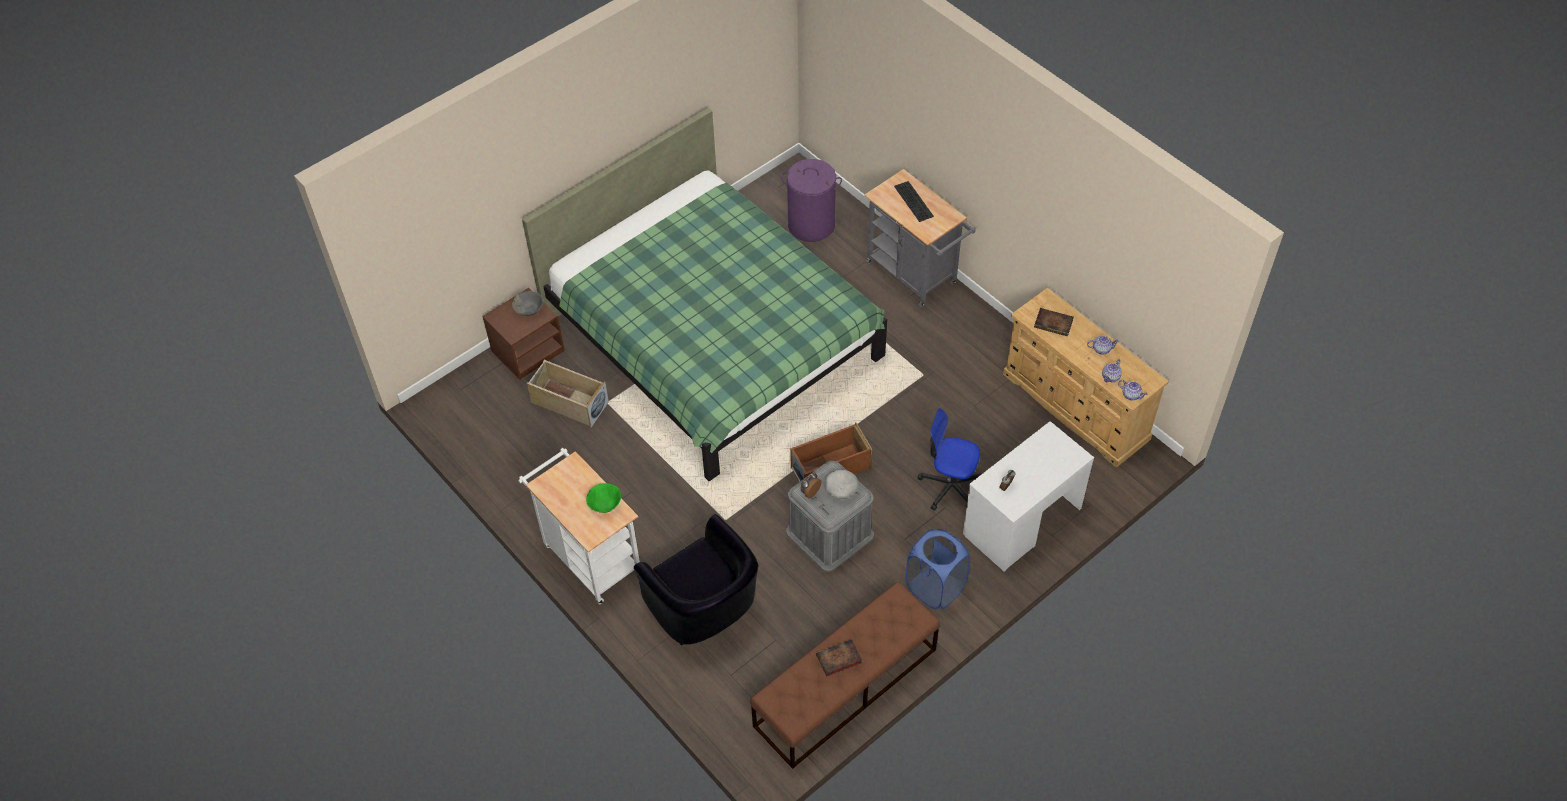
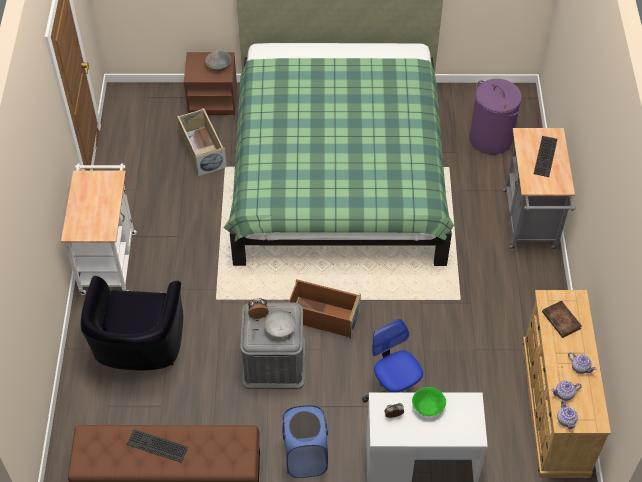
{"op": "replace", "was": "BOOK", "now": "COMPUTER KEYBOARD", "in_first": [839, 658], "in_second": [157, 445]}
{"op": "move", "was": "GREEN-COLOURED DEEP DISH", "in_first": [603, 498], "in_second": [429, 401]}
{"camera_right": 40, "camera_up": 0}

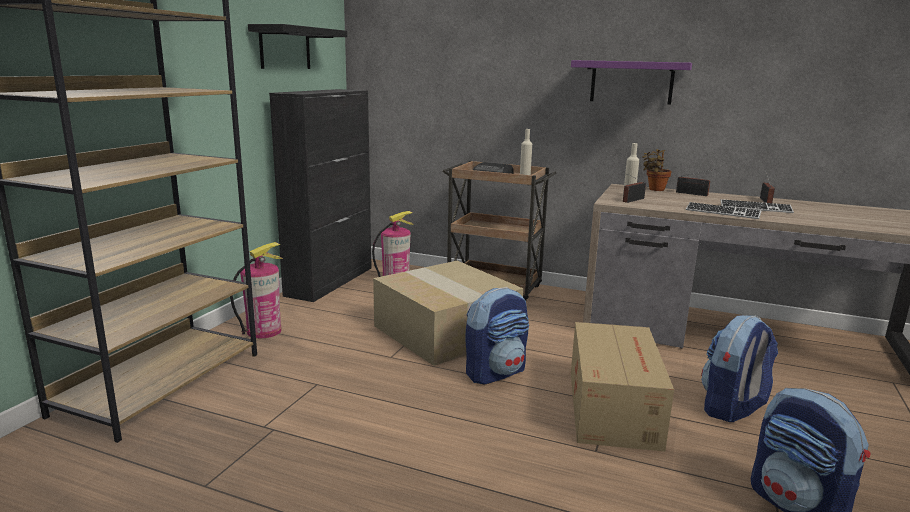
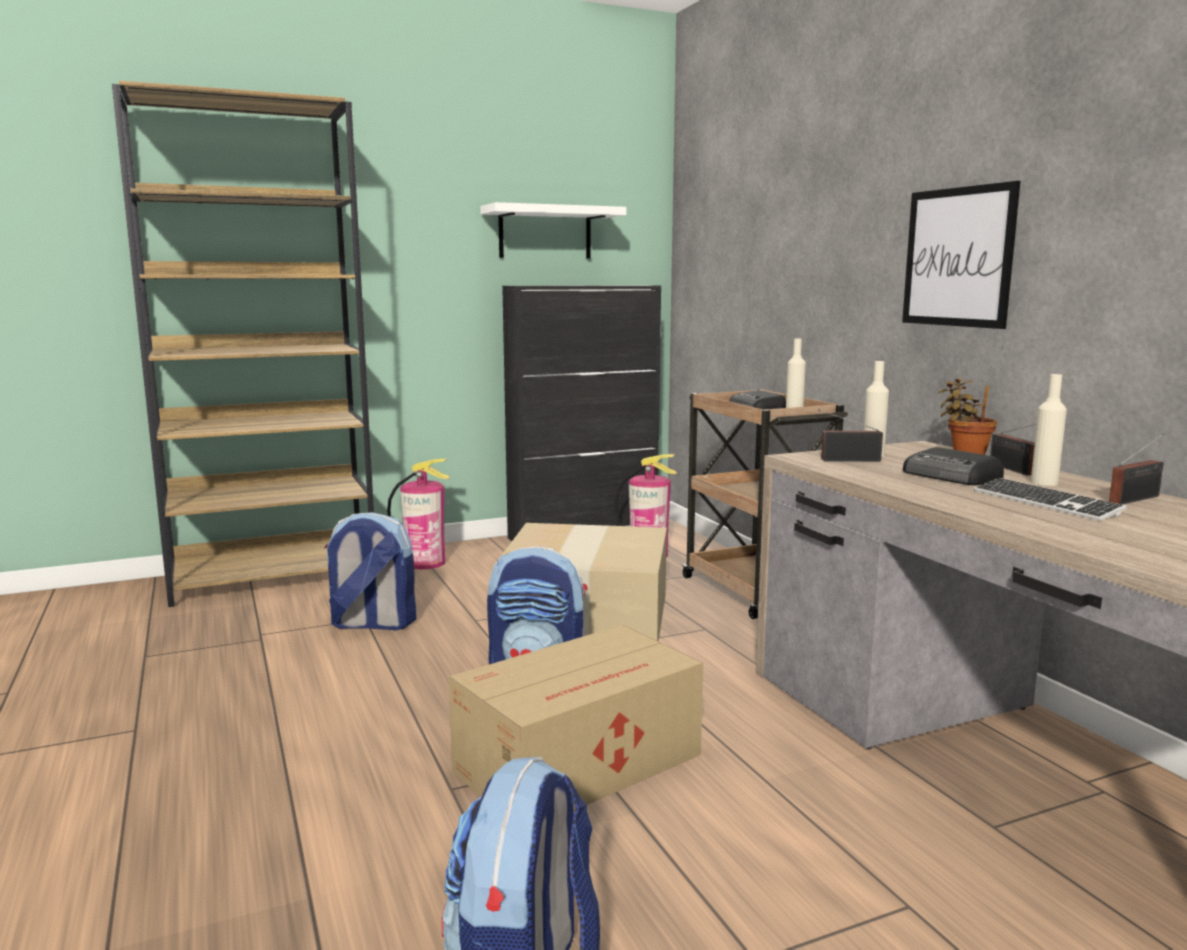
{"op": "move", "was": "BACKPACK", "in_first": [739, 368], "in_second": [370, 571]}
{"op": "recolor", "was": "BLACK-COLOURED SHELF", "now": "WHITISH SHELF", "in_first": [297, 46], "in_second": [553, 230]}
{"op": "replace", "was": "PURPLE-COLOURED SHELF", "now": "PICTURE", "in_first": [631, 82], "in_second": [961, 255]}
{"op": "insert", "now": "RADIO", "in_second": [953, 466]}
{"op": "insert", "now": "SAND-COLOURED BEVERAGE BOTTLE", "in_second": [1049, 430]}
{"op": "delete", "was": "COMPUTER KEYBOARD", "in_first": [723, 210]}
{"camera_right": 45, "camera_up": -5}

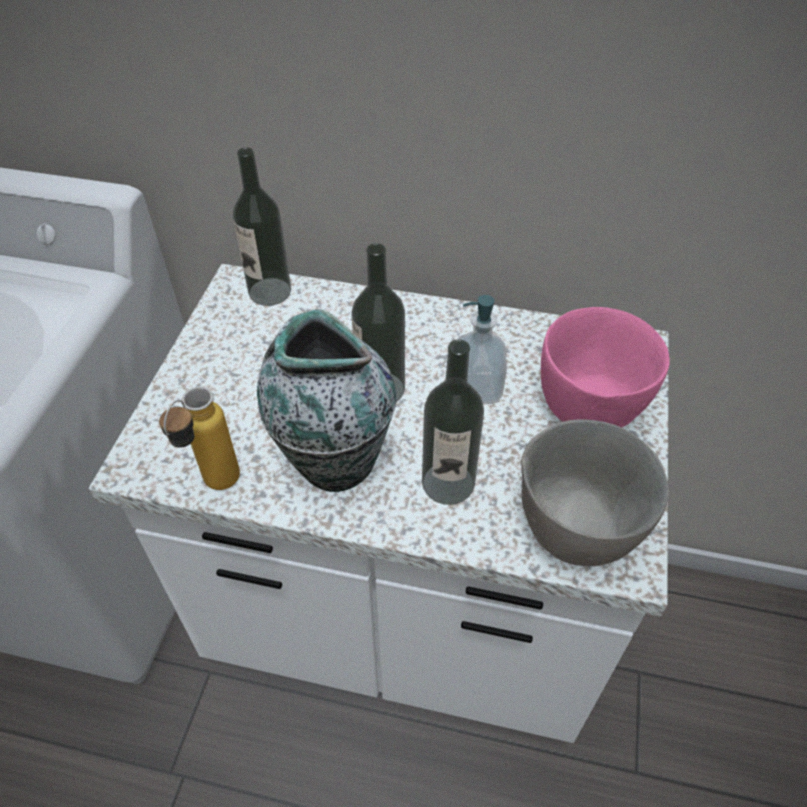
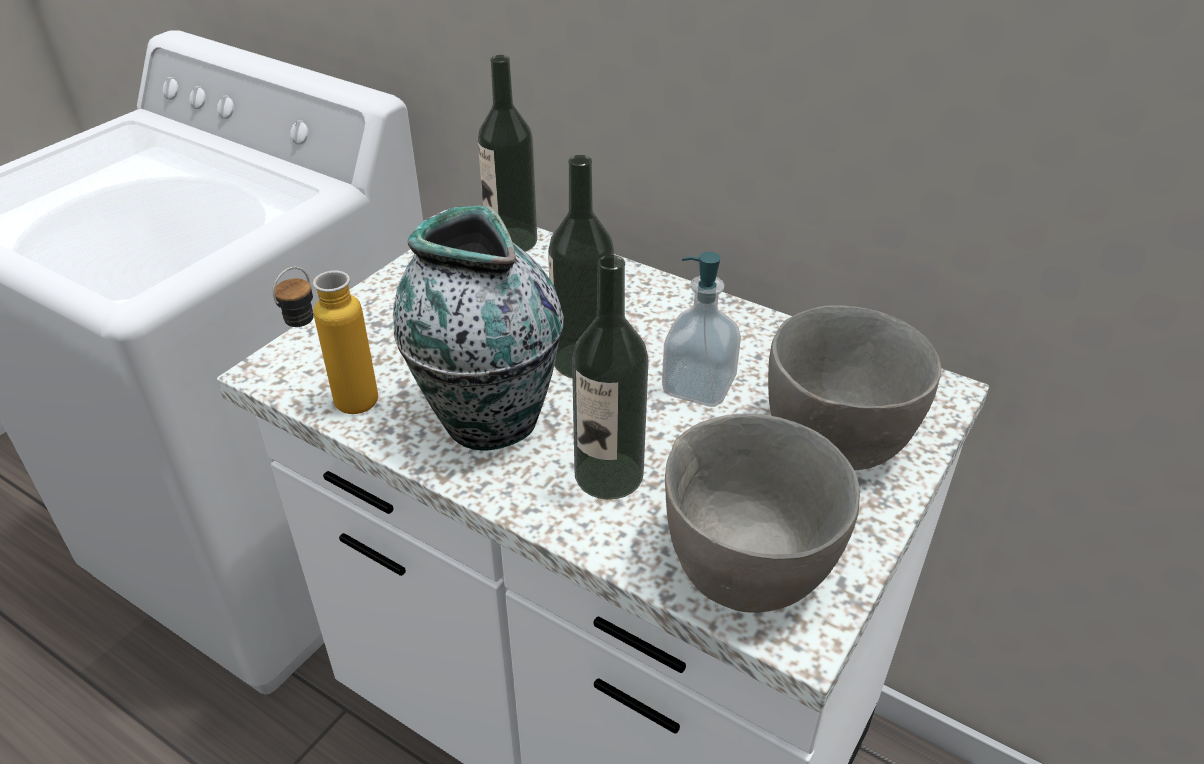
{"op": "recolor", "was": "PINK DEEP DISH", "now": "GREYISH DEEP DISH", "in_first": [605, 367], "in_second": [854, 387]}
{"camera_right": 20, "camera_up": -10}

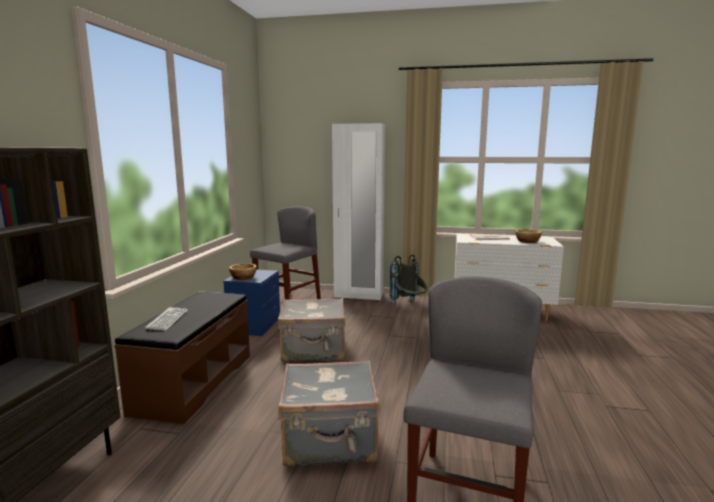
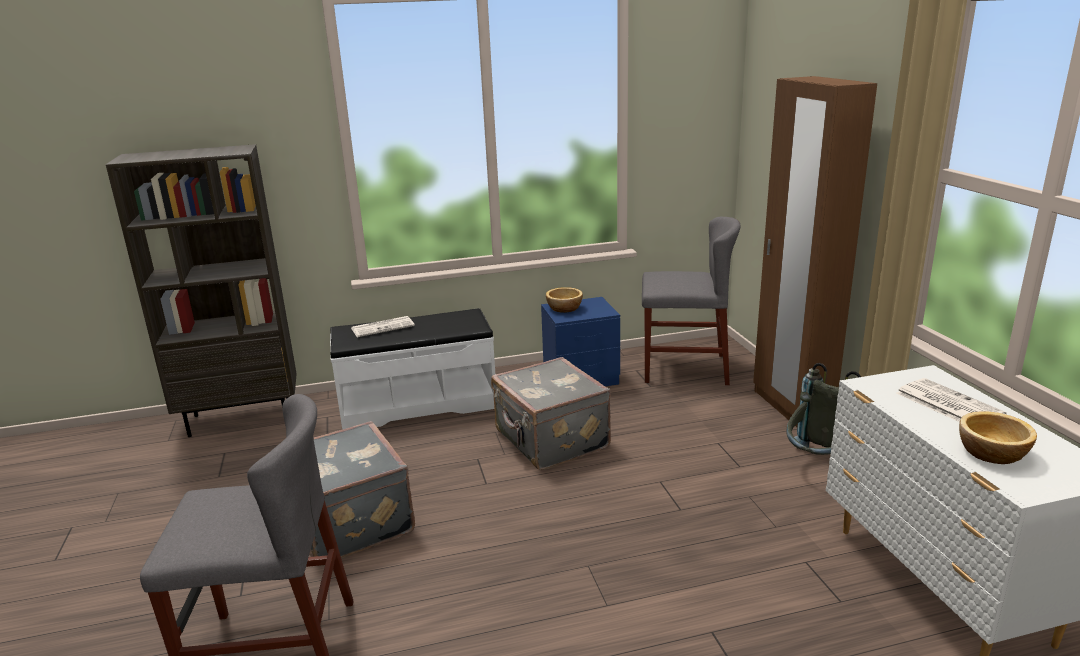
{"op": "recolor", "was": "BROWN-COLOURED BENCH", "now": "WHITISH BENCH", "in_first": [182, 358], "in_second": [412, 369]}
{"op": "replace", "was": "COMPUTER KEYBOARD", "now": "NEWSPAPER", "in_first": [166, 319], "in_second": [383, 326]}
{"op": "recolor", "was": "WHITISH ARMOIRE", "now": "BROWN-COLOURED ARMOIRE", "in_first": [358, 211], "in_second": [815, 251]}
{"camera_right": 65, "camera_up": 10}

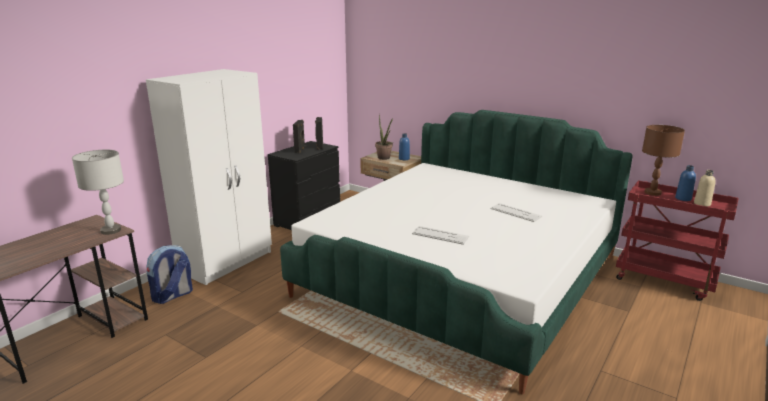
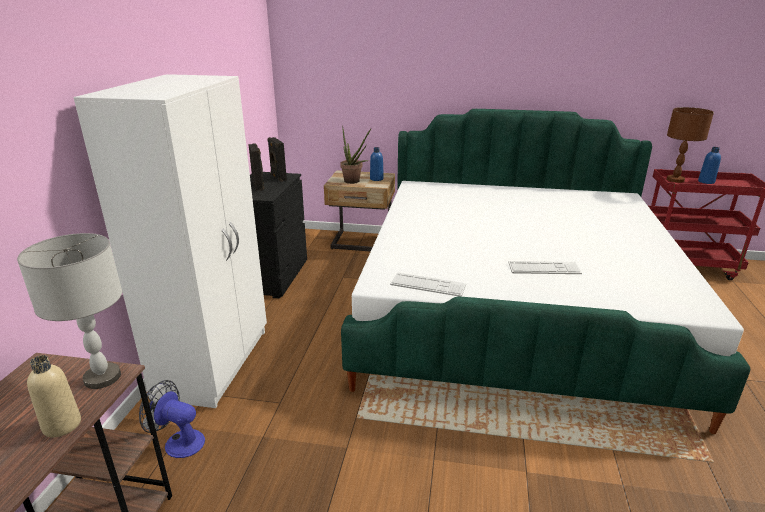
{"op": "move", "was": "SAND-COLOURED BEVERAGE BOTTLE", "in_first": [705, 188], "in_second": [54, 396]}
{"op": "replace", "was": "BACKPACK", "now": "FAN", "in_first": [170, 274], "in_second": [172, 419]}
{"op": "move", "was": "COMPUTER KEYBOARD", "in_first": [516, 212], "in_second": [428, 284]}
{"camera_right": -25, "camera_up": 5}

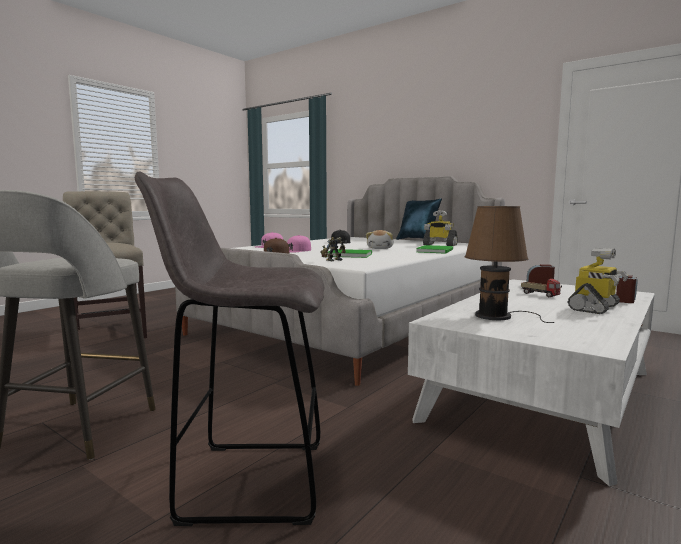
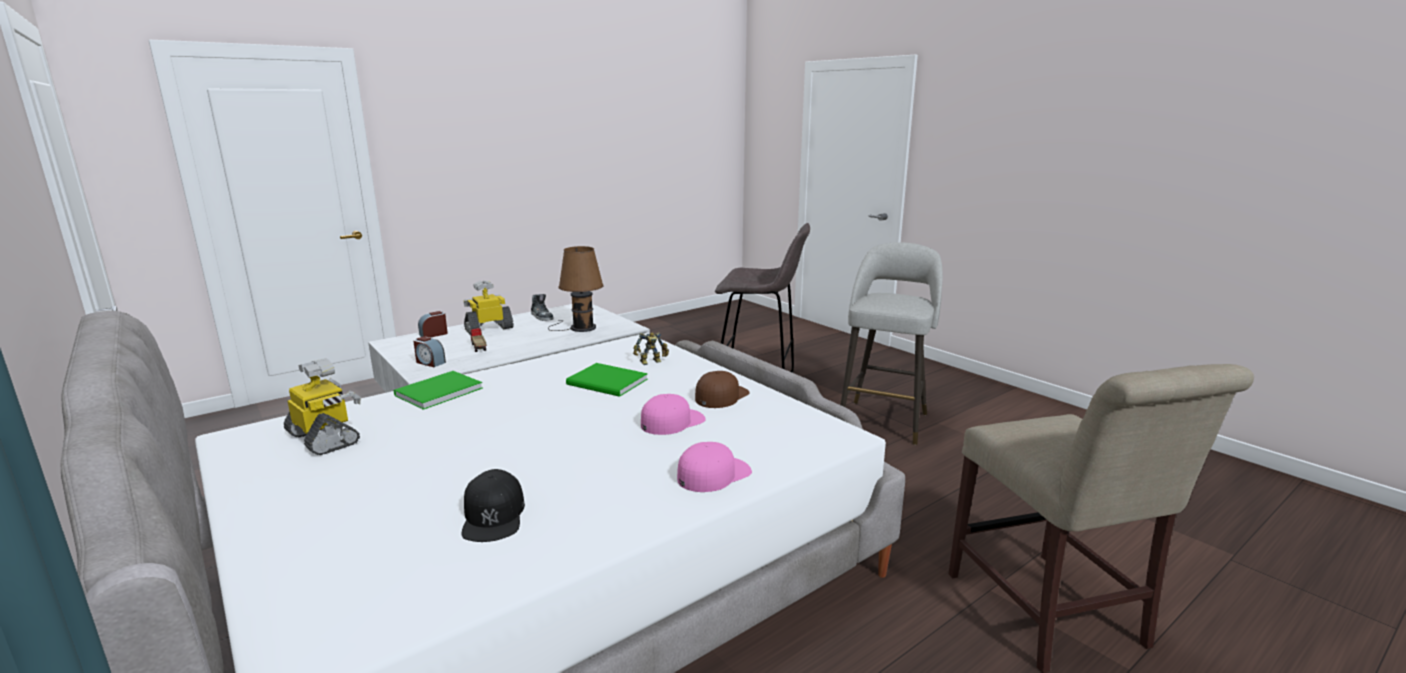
{"op": "insert", "now": "LOW SHOE", "in_second": [542, 307]}
{"op": "delete", "was": "SOFT TOY", "in_first": [380, 239]}
{"op": "delete", "was": "BLUE THROW PILLOW", "in_first": [419, 219]}
{"camera_right": -165, "camera_up": 10}

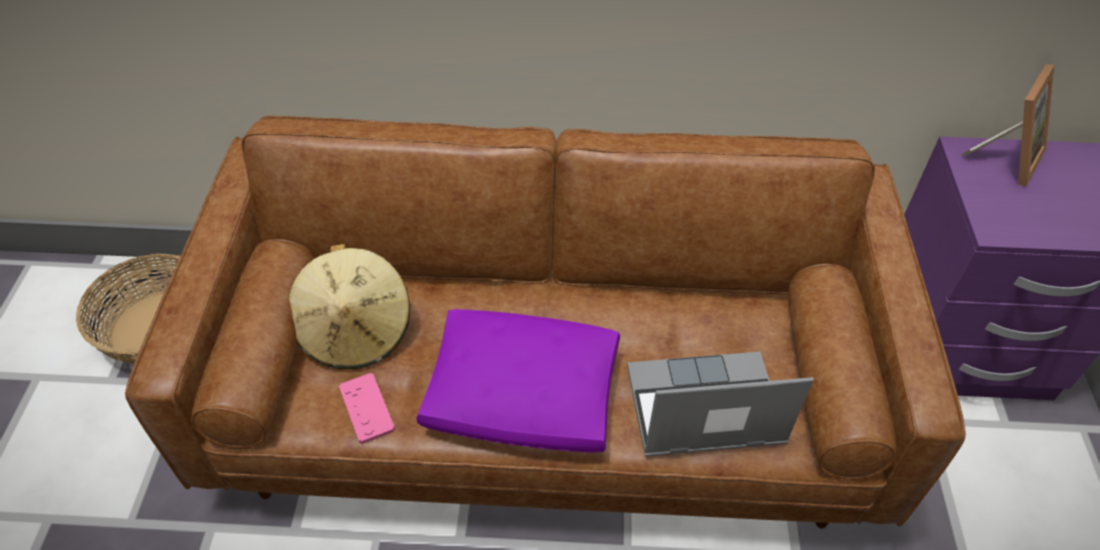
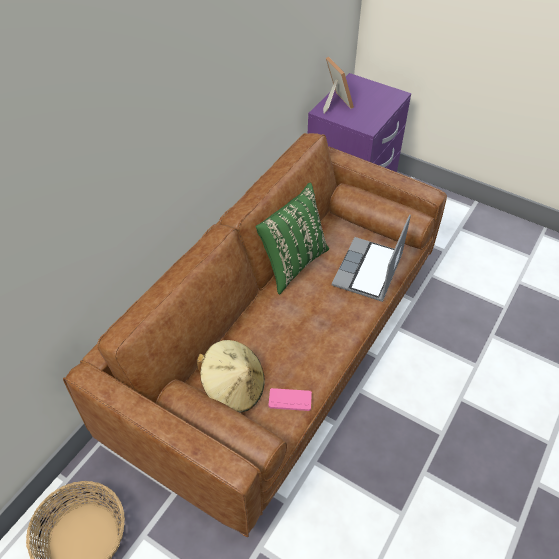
{"op": "insert", "now": "GREEN-COLOURED THROW PILLOW", "in_second": [292, 239]}
{"op": "delete", "was": "PURPLE-COLOURED THROW PILLOW", "in_first": [518, 381]}
{"camera_right": -60, "camera_up": 0}

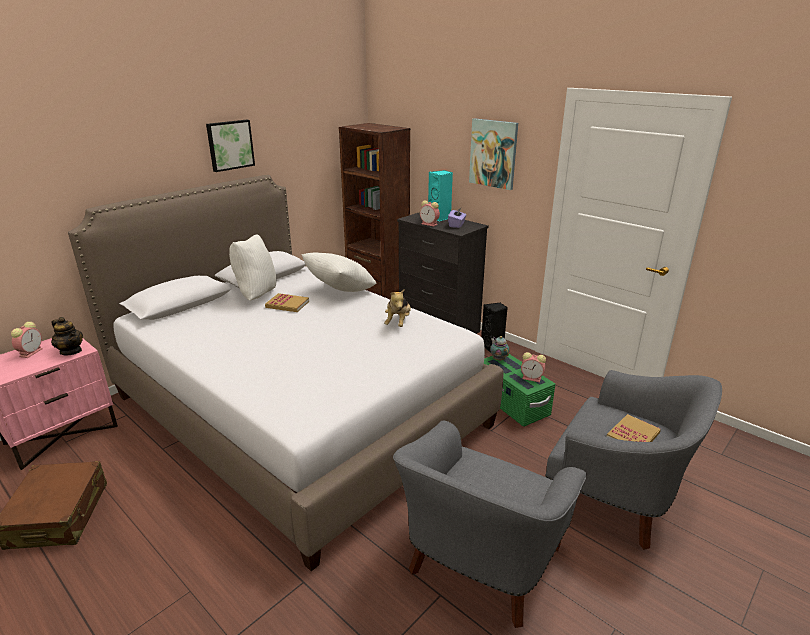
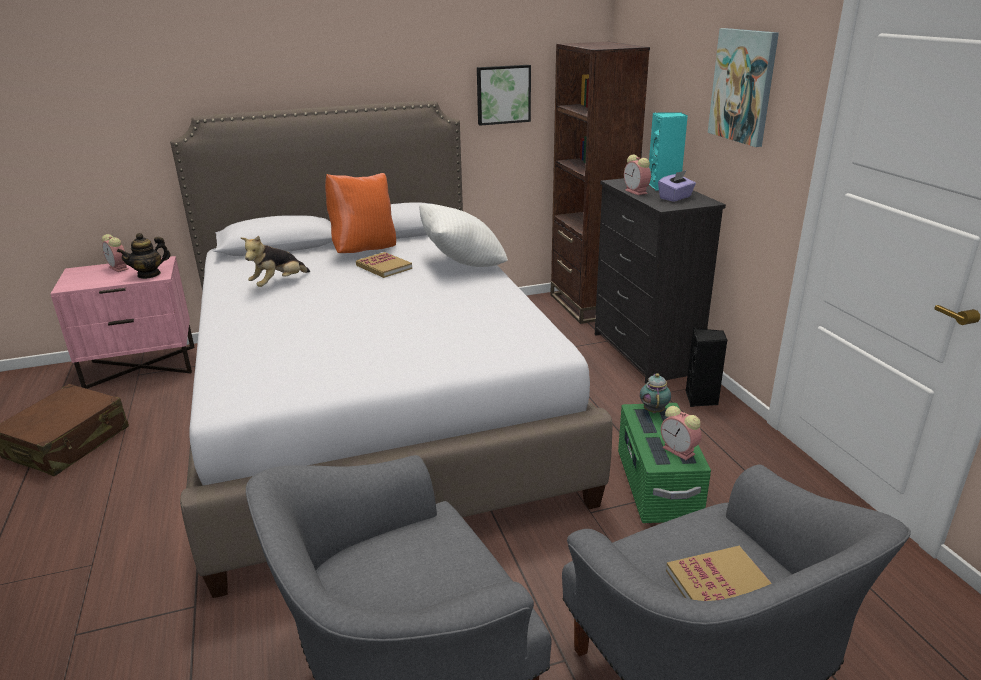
{"op": "rotate", "was": "TABLE CLOCK", "in_first": [27, 340], "in_second": [115, 253], "clockwise": 90}
{"op": "rotate", "was": "TEA POT", "in_first": [67, 336], "in_second": [143, 256], "clockwise": 75}
{"op": "move", "was": "SOFT TOY", "in_first": [397, 308], "in_second": [275, 261]}
{"op": "recolor", "was": "WHITISH THROW PILLOW", "now": "ORANGE-COLOURED THROW PILLOW", "in_first": [252, 267], "in_second": [360, 213]}
{"op": "move", "was": "PICTURE", "in_first": [230, 146], "in_second": [504, 95]}
{"camera_right": 30, "camera_up": 0}

